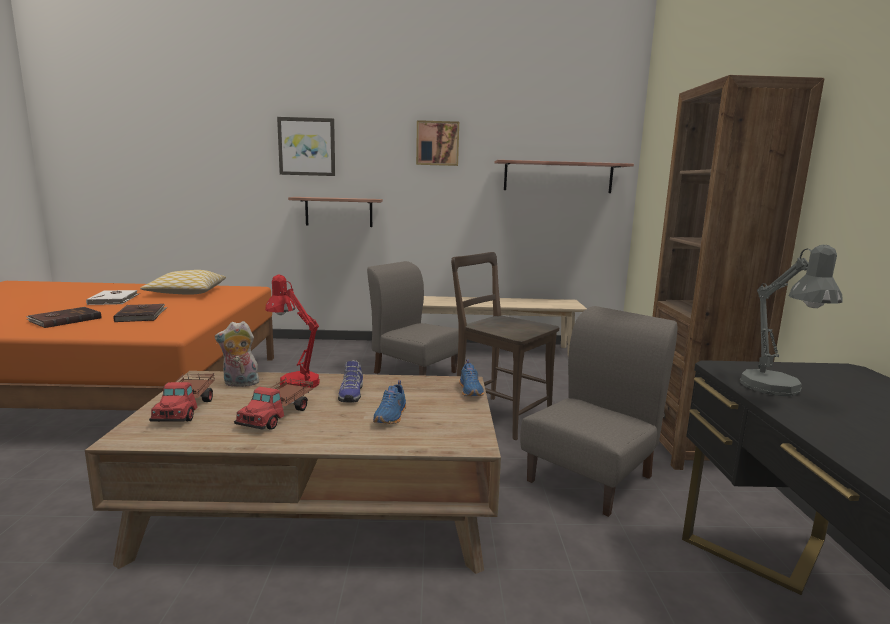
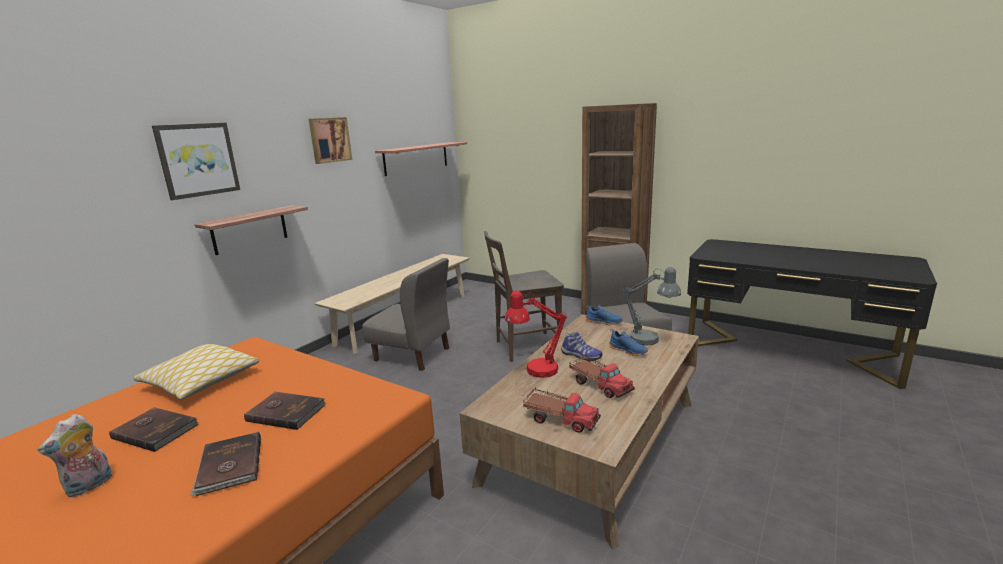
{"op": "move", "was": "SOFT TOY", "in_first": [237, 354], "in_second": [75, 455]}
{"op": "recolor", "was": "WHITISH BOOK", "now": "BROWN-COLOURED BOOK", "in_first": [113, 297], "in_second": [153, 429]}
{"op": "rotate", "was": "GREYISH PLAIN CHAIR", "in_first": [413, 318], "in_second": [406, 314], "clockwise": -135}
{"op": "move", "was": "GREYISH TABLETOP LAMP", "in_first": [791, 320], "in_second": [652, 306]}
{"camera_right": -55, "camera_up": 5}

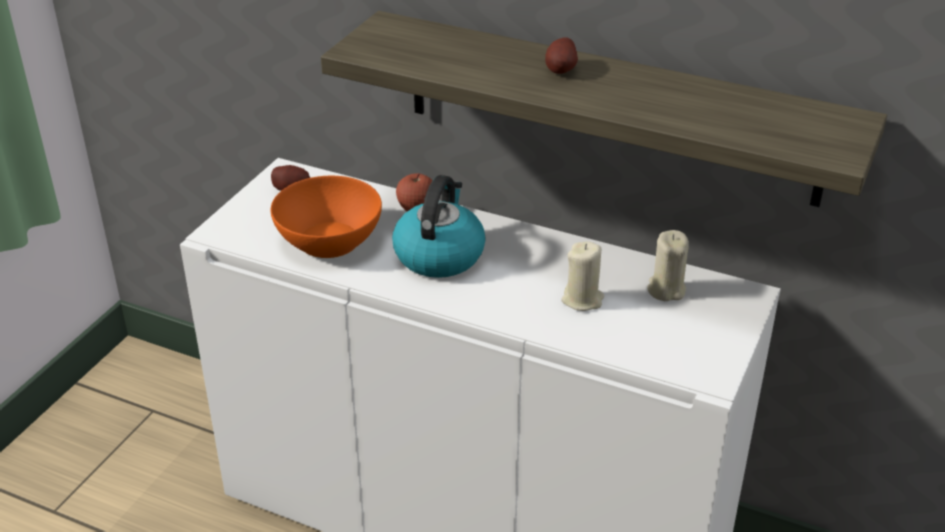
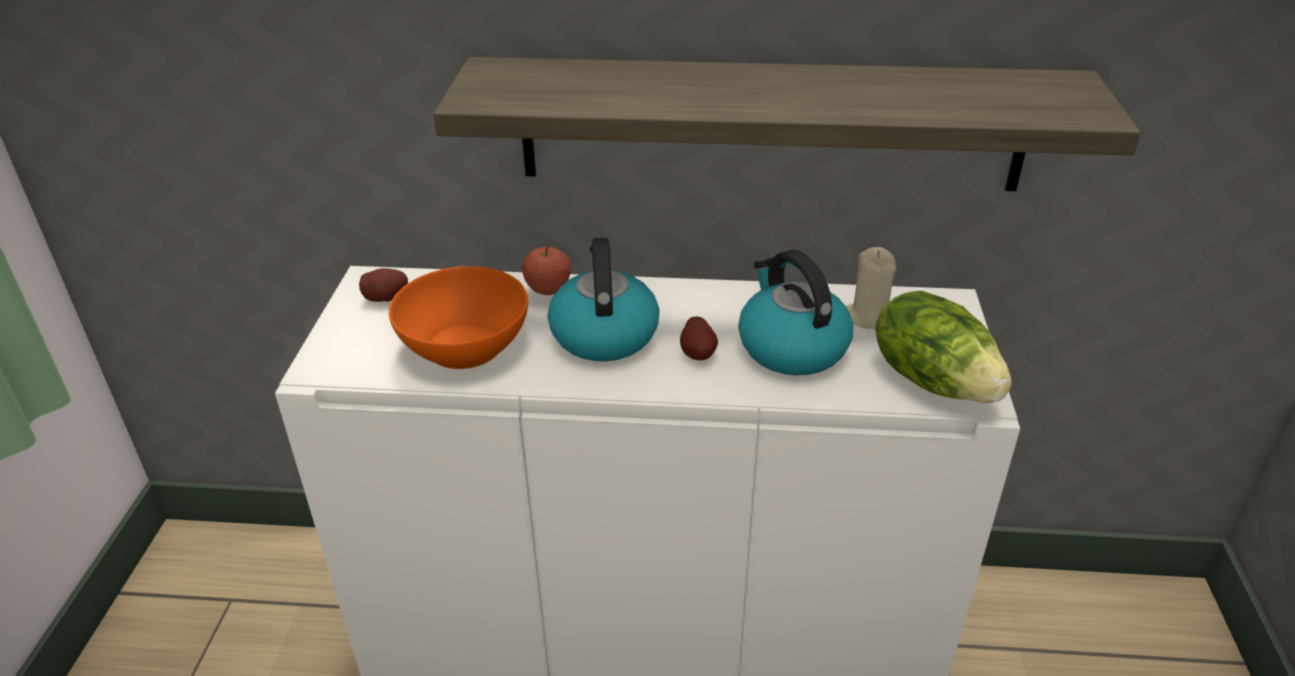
{"op": "move", "was": "POTATO", "in_first": [561, 55], "in_second": [699, 338]}
{"op": "replace", "was": "SAND-COLOURED WAX LIGHT", "now": "TEA KETTLE", "in_first": [582, 276], "in_second": [795, 312]}
{"op": "insert", "now": "HEAD OF LETTUCE", "in_second": [943, 347]}
{"camera_right": -20, "camera_up": 0}

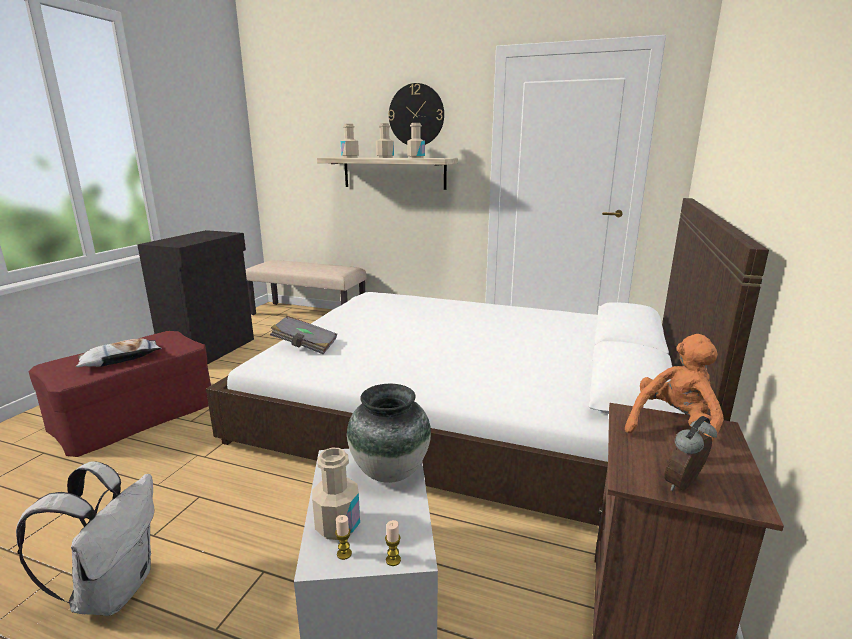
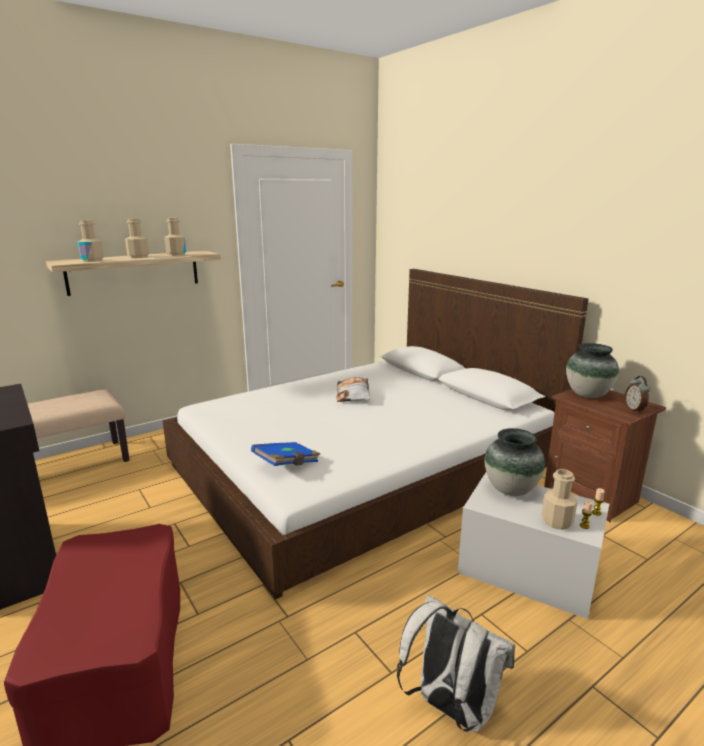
{"op": "recolor", "was": "GREYISH BOOK", "now": "BLUE BOOK", "in_first": [303, 335], "in_second": [285, 454]}
{"op": "move", "was": "THROW PILLOW", "in_first": [119, 353], "in_second": [353, 389]}
{"op": "replace", "was": "ORANGE-COLOURED SOFT TOY", "now": "VASE", "in_first": [674, 387], "in_second": [592, 370]}
{"op": "delete", "was": "WALL CLOCK", "in_first": [416, 114]}
{"camera_right": -55, "camera_up": 0}

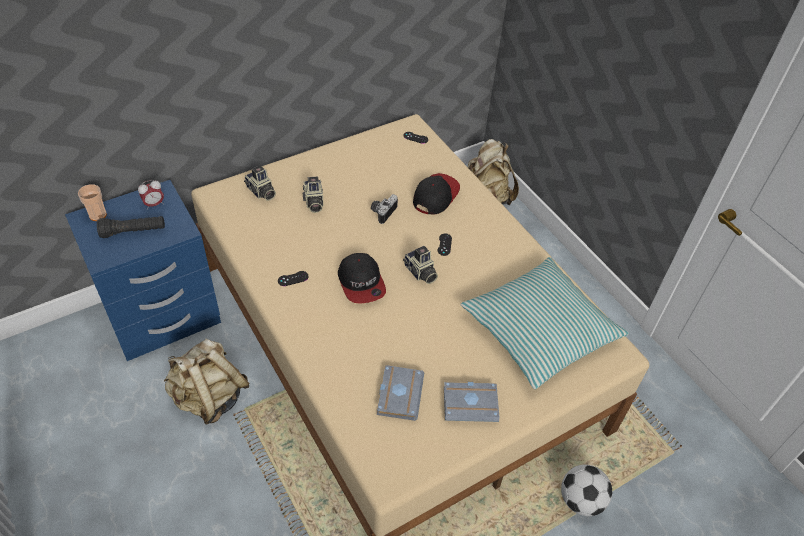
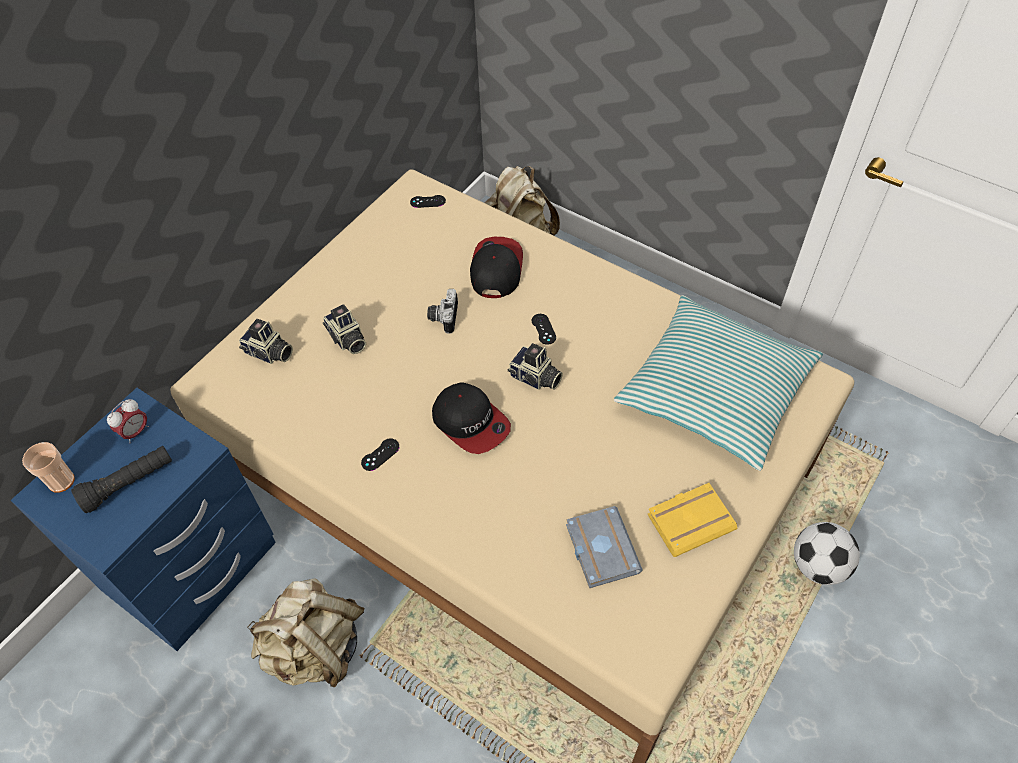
{"op": "recolor", "was": "GREYISH BOOK", "now": "YELLOW-COLOURED BOOK", "in_first": [471, 402], "in_second": [692, 520]}
{"camera_right": -20, "camera_up": 5}

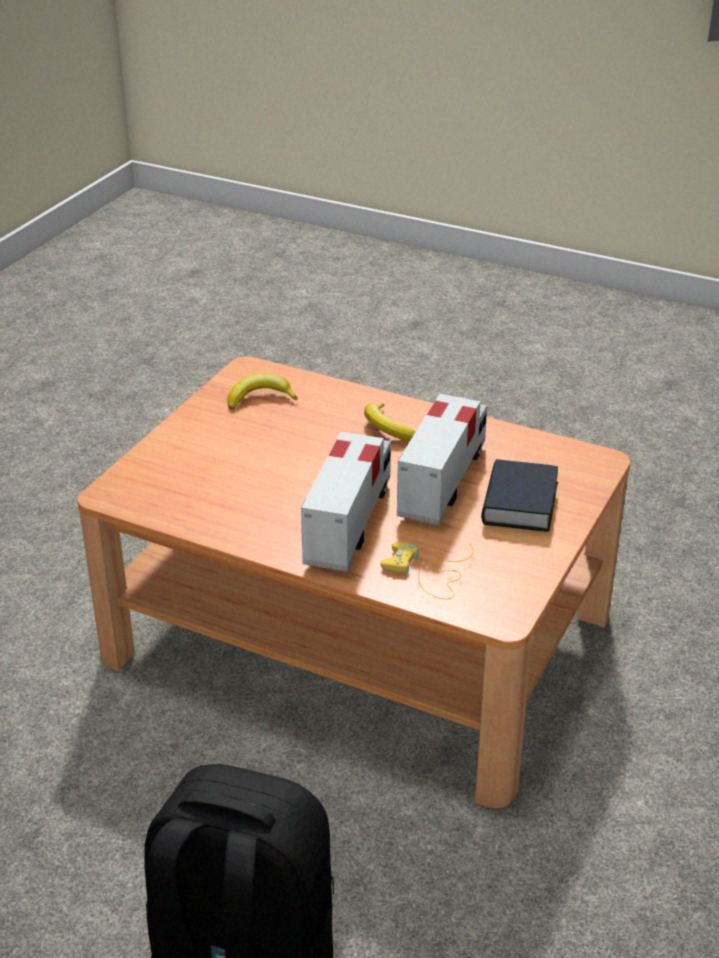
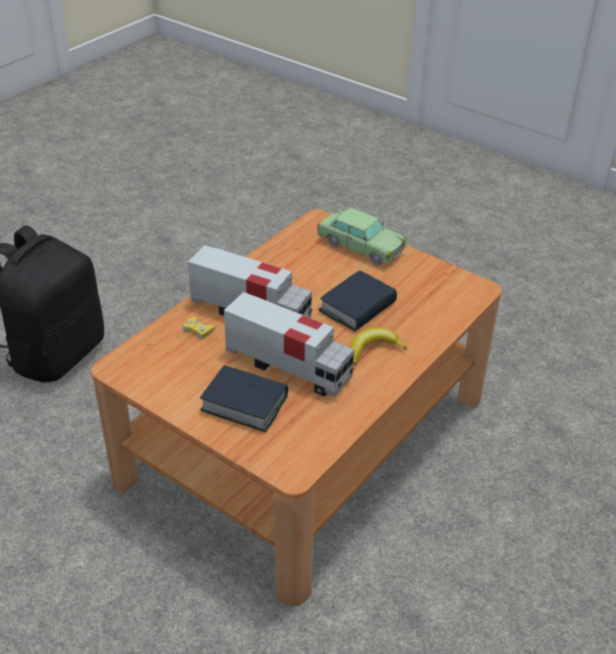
{"op": "insert", "now": "MINIATURE CAR", "in_second": [361, 237]}
{"op": "insert", "now": "BOOK", "in_second": [357, 300]}
{"op": "delete", "was": "WHOLE BANANA", "in_first": [262, 392]}
{"camera_right": 100, "camera_up": 5}

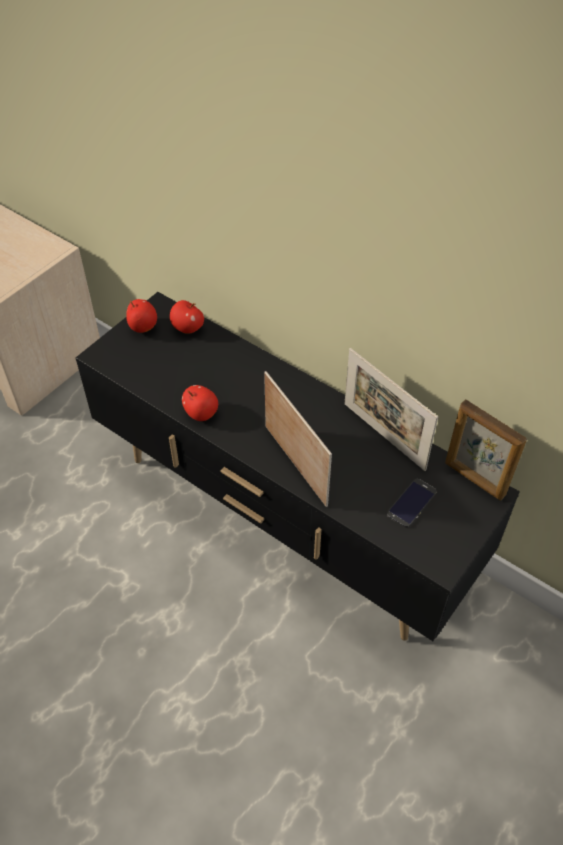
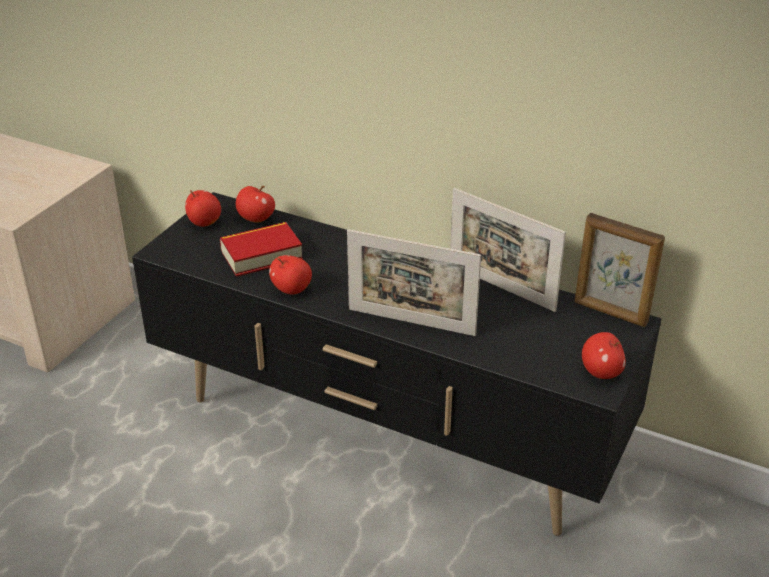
{"op": "insert", "now": "BOOK", "in_second": [261, 249]}
{"op": "rotate", "was": "PICTURE FRAME", "in_first": [298, 439], "in_second": [414, 282], "clockwise": 150}
{"op": "insert", "now": "WHOLE APPLE", "in_second": [604, 355]}
{"op": "delete", "was": "TELEPHONE", "in_first": [412, 503]}
{"camera_right": -10, "camera_up": -15}

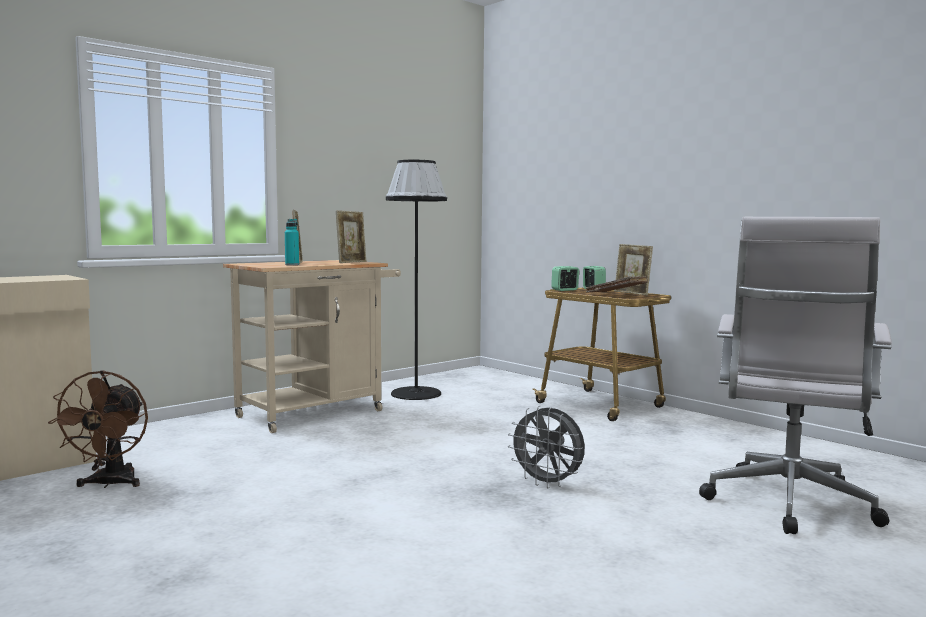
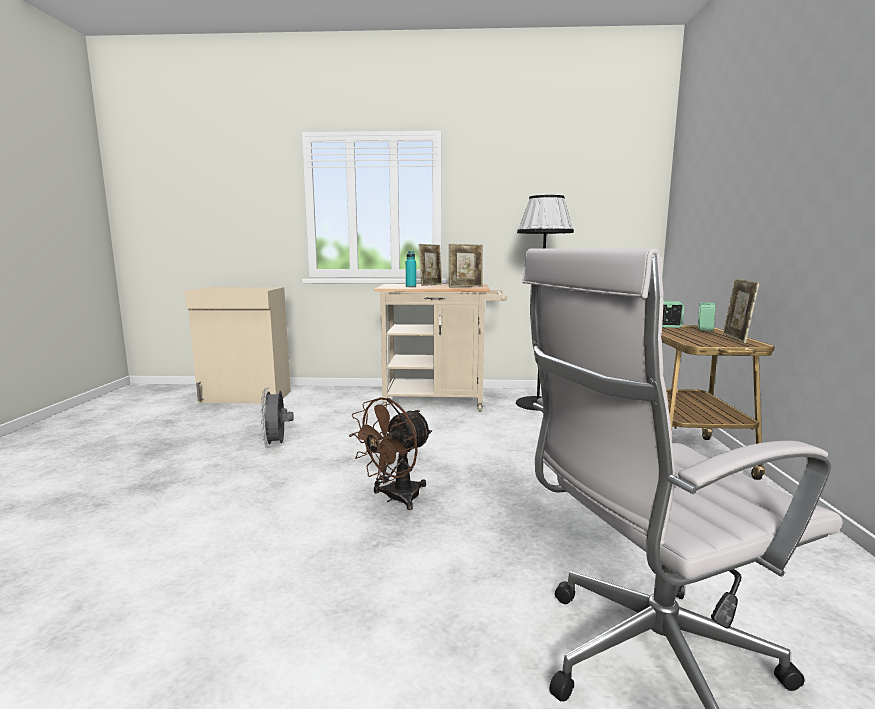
{"op": "move", "was": "GREYISH FAN", "in_first": [546, 447], "in_second": [277, 418]}
{"op": "move", "was": "BROWN-COLOURED FAN", "in_first": [98, 429], "in_second": [390, 453]}
{"op": "delete", "was": "BROWN-COLOURED BOOK", "in_first": [617, 284]}
{"camera_right": 45, "camera_up": 5}

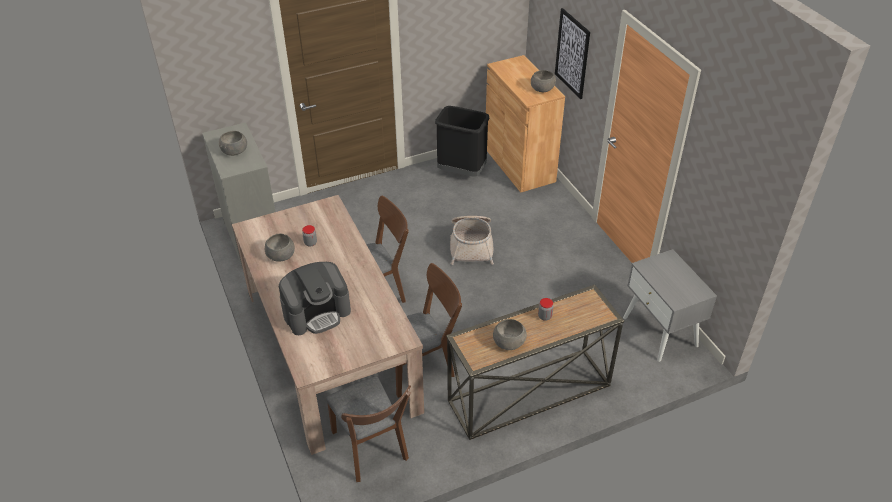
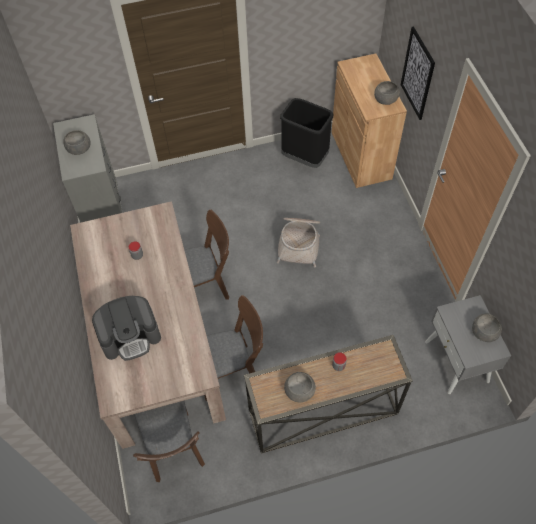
{"op": "move", "was": "GREYISH DEEP DISH", "in_first": [280, 248], "in_second": [487, 327]}
{"camera_right": 10, "camera_up": 15}

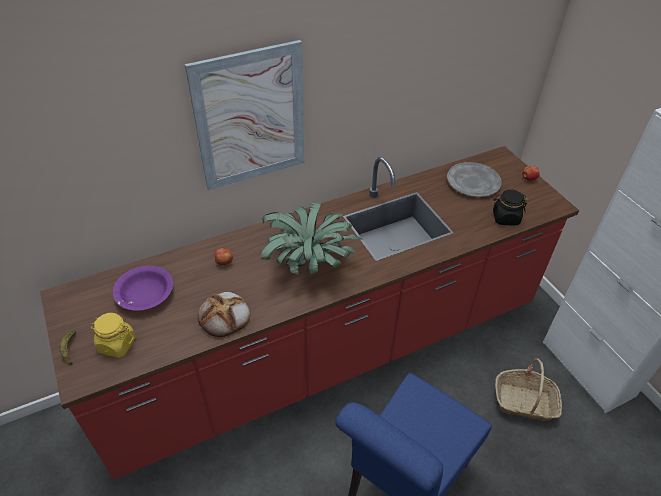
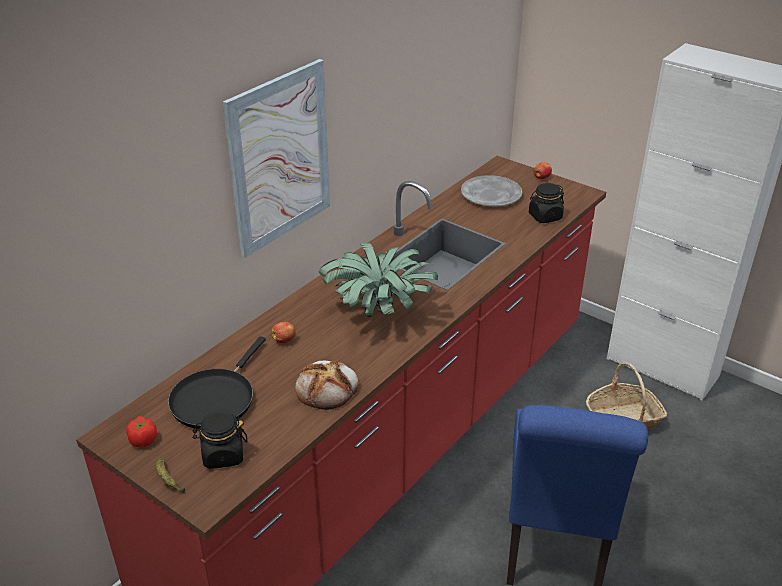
{"op": "insert", "now": "TOMATO", "in_second": [141, 432]}
{"op": "replace", "was": "PURPLE-COLOURED DEEP DISH", "now": "BLACK-COLOURED SKILLET", "in_first": [143, 287], "in_second": [217, 382]}
{"op": "recolor", "was": "YELLOW-COLOURED STORAGE JAR", "now": "BLACK-COLOURED STORAGE JAR", "in_first": [113, 335], "in_second": [219, 440]}
{"camera_right": -25, "camera_up": -10}

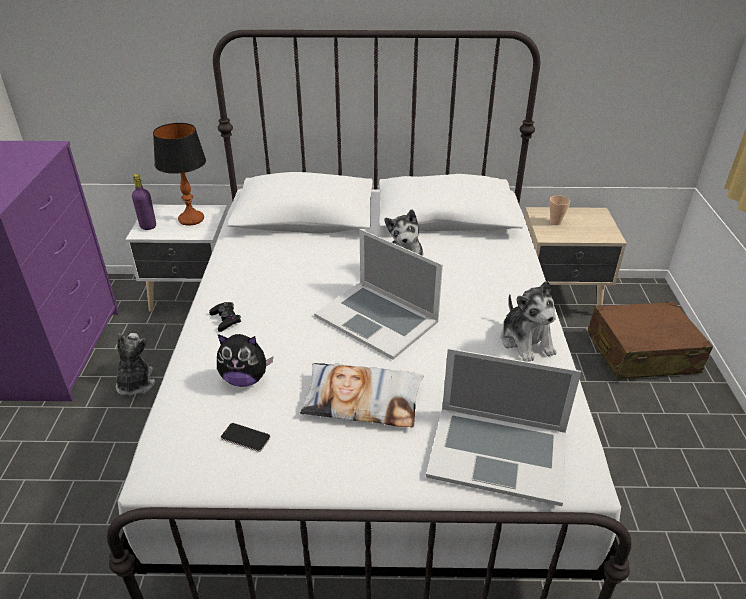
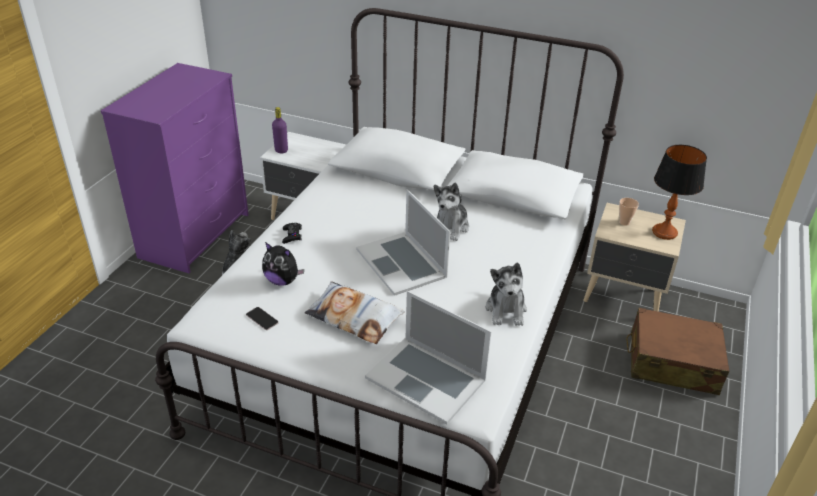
{"op": "move", "was": "TABLETOP LAMP", "in_first": [179, 174], "in_second": [679, 192]}
{"camera_right": 20, "camera_up": 0}

